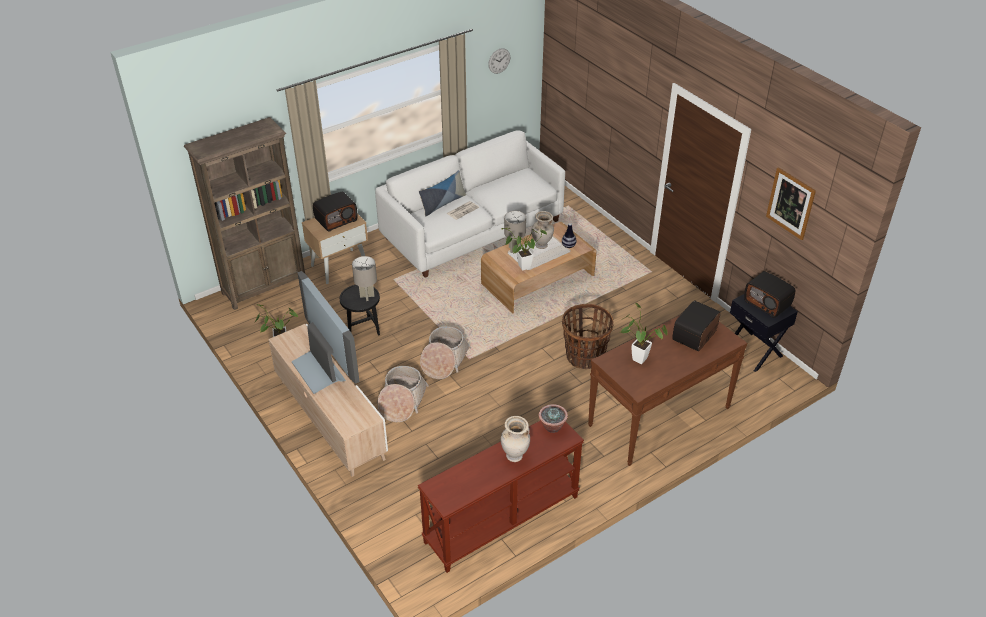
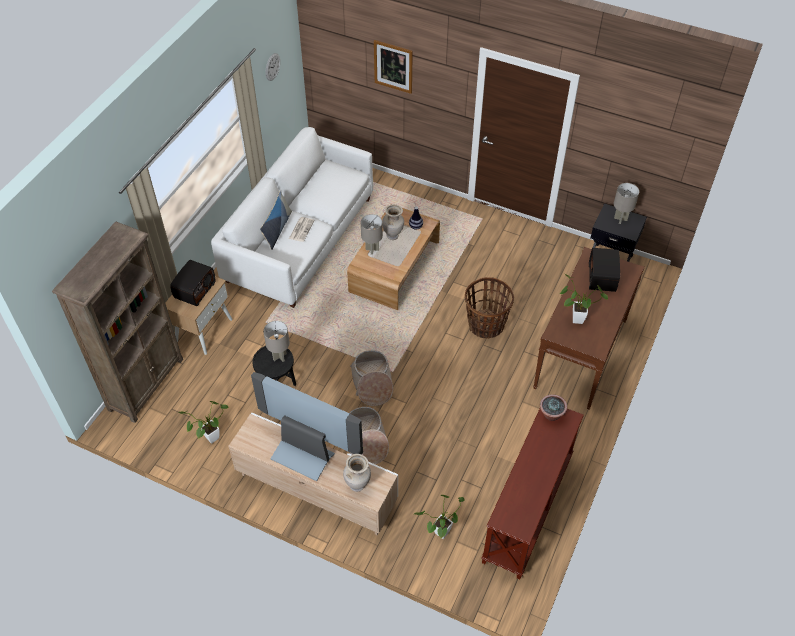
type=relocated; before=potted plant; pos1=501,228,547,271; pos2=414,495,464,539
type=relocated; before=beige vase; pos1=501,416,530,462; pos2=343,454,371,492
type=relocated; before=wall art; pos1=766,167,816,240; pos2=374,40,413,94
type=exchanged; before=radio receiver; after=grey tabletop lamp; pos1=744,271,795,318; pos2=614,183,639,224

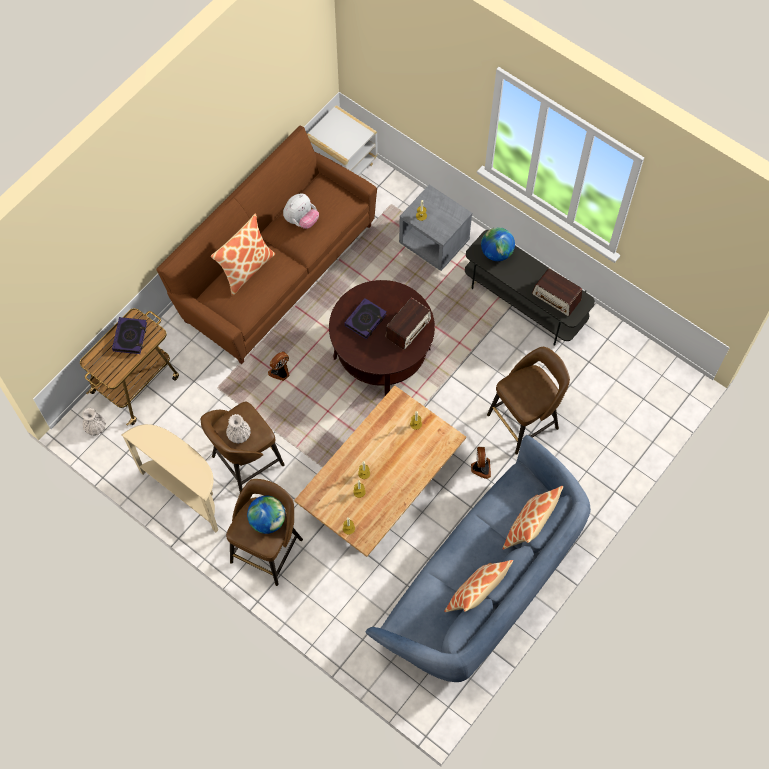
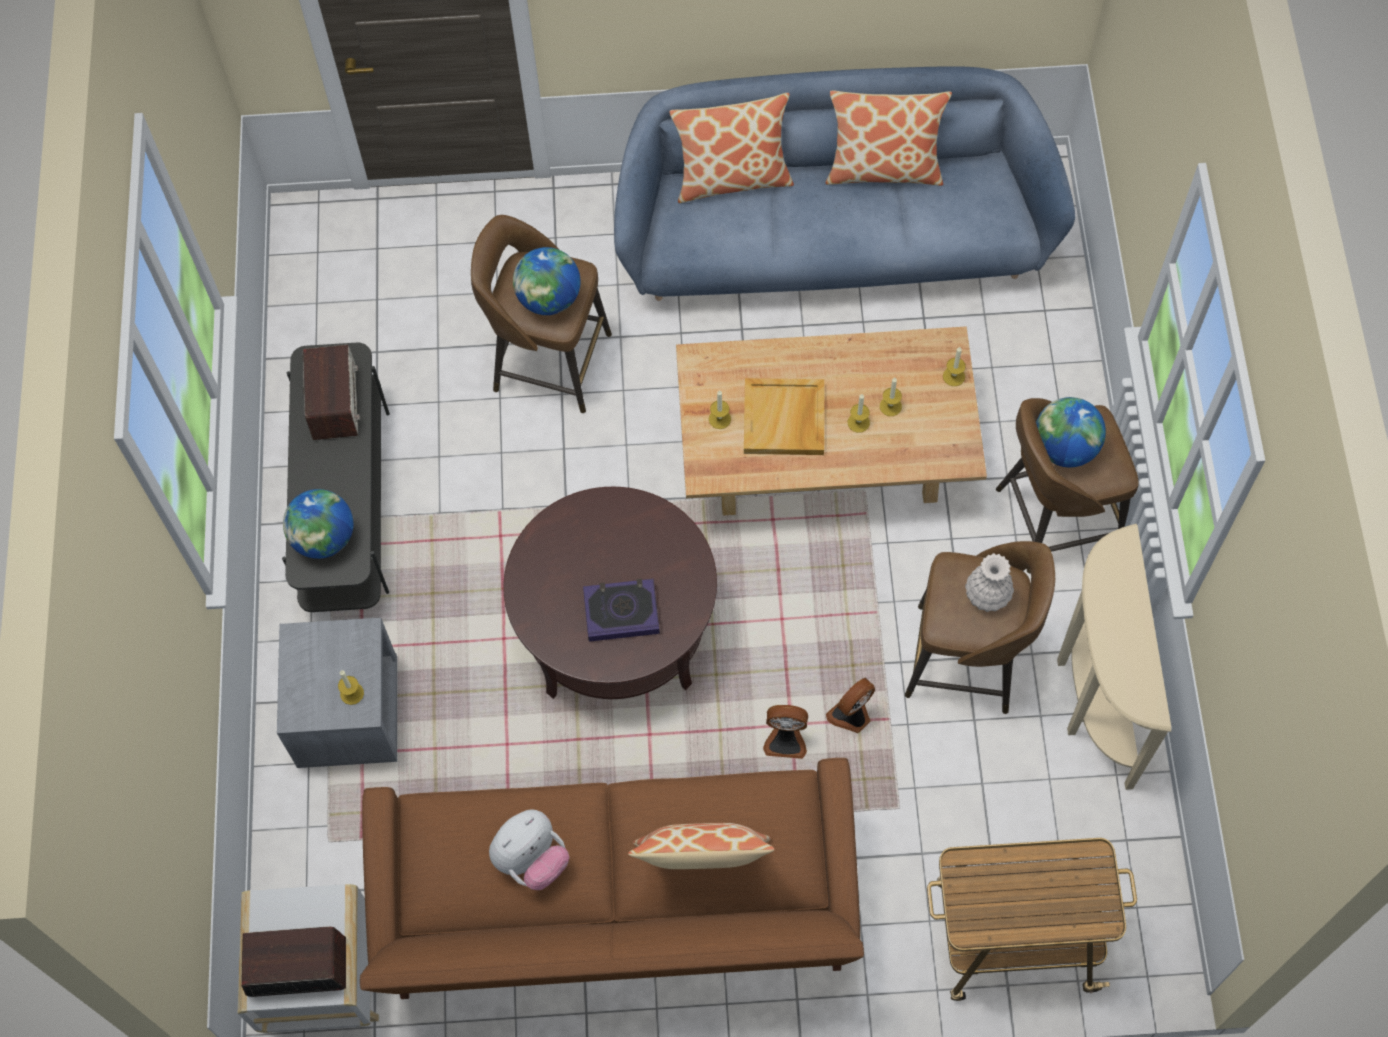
type=missing; before=white vase; pos1=82,408,106,436
type=missing; before=volume; pos1=112,317,147,354
type=appeared; after=world globe; pos2=513,247,581,315
type=appeared; after=beige serving tray; pos2=744,378,824,455
type=relocated; before=radio receiver; pos1=386,298,431,350; pos2=241,927,346,997
type=relocated; before=electric fan; pos1=471,447,491,479; pos2=826,678,875,733
type=spun; before=plush toy; pos1=283,193,319,229; pos2=489,809,569,890; turn=135

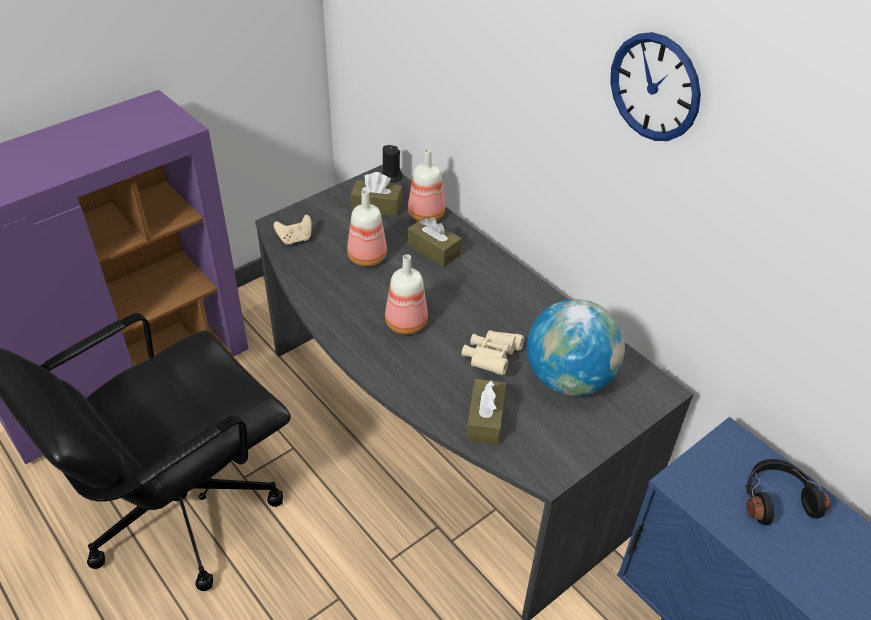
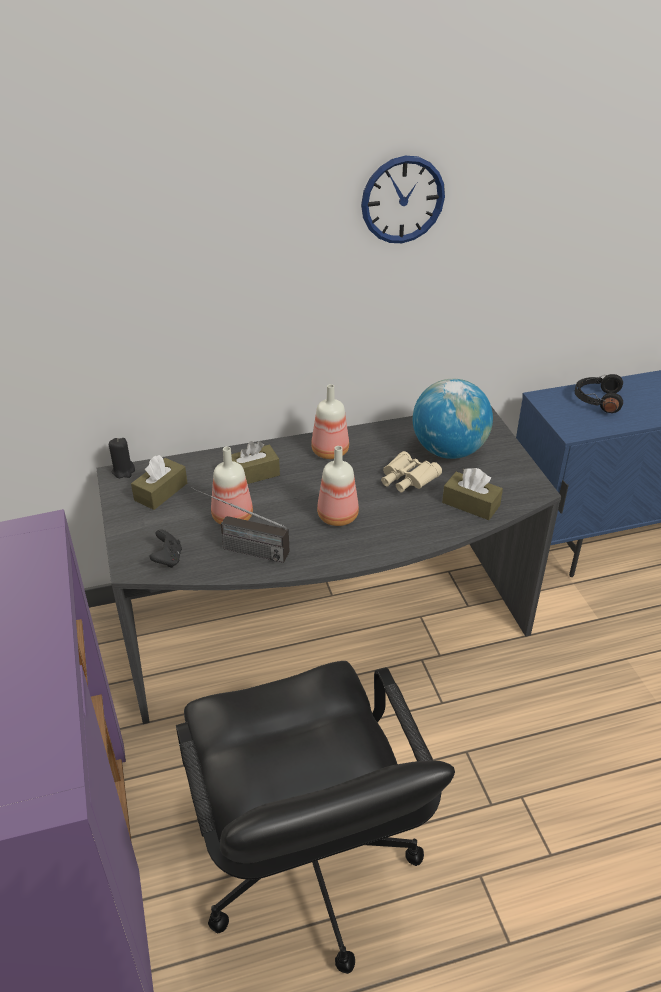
type=appeared; after=radio receiver; pos2=191,487,290,563
type=relocated; before=beverage bottle; pos1=408,149,445,221; pos2=311,384,349,459
type=colour; before=beige gamepad; after=blackish gamepad; pos1=274,215,312,245; pos2=149,530,182,568

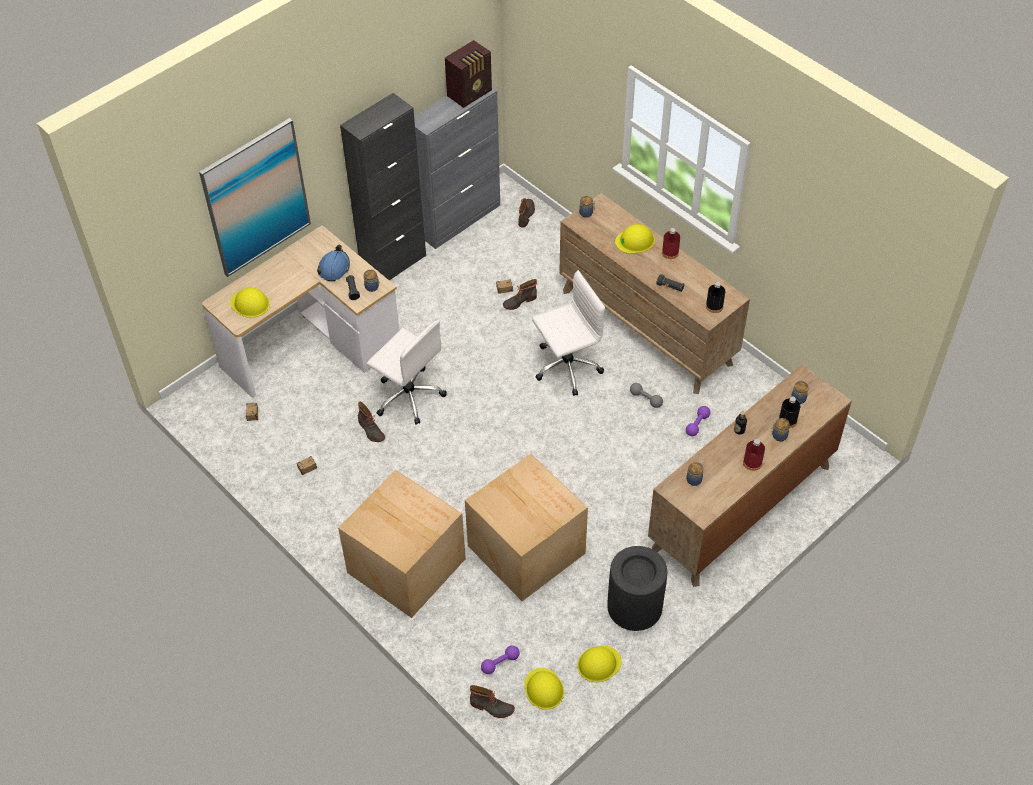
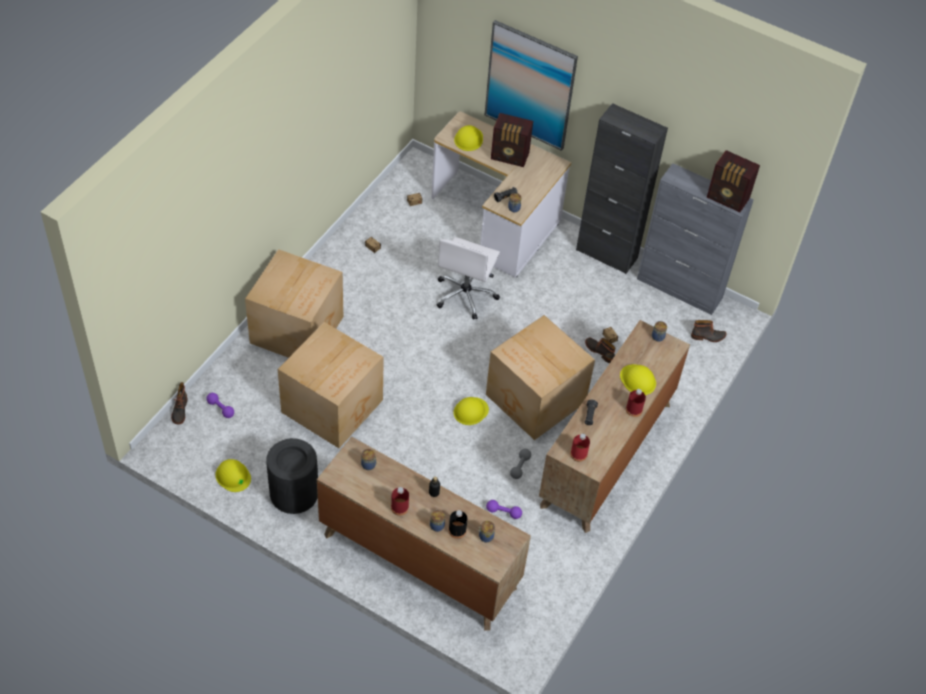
type=missing; before=bluish safety helmet; pos1=317,245,350,281
type=missing; before=high-top boot; pos1=358,402,385,442
type=appeared; after=radio receiver; pos2=491,113,533,167
type=relocated; before=yellow safety helmet; pos1=524,668,564,710; pos2=454,397,489,425
type=exchanged; before=white office chair; after=carton; pos1=532,270,605,396; pos2=486,315,595,440
type=colour; before=blackish beverage bottle; after=reddish beverage bottle; pos1=706,282,725,313; pos2=570,434,590,462

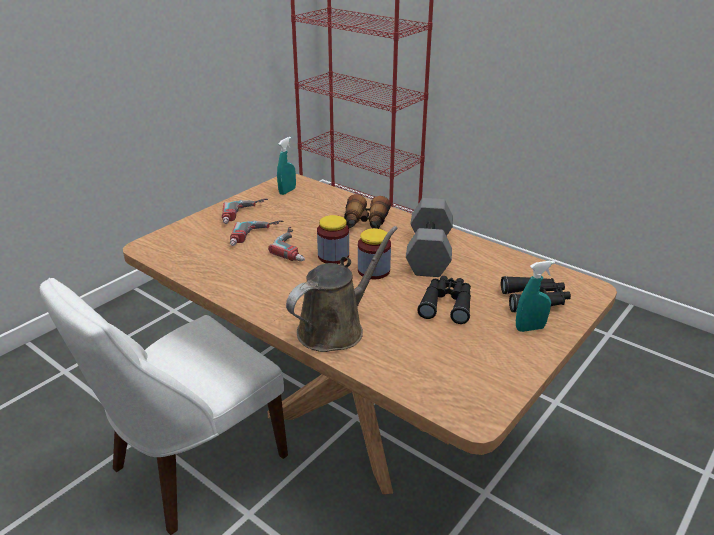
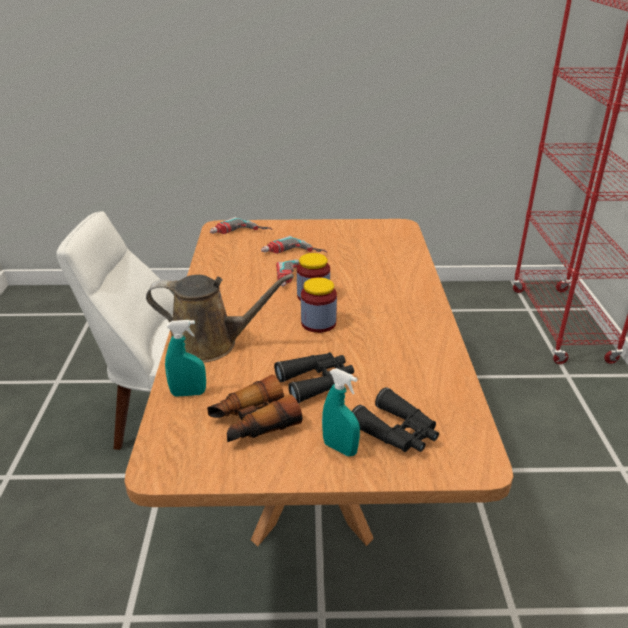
type=missing; before=grey free weight; pos1=406,198,453,277
type=relocated; before=drill; pos1=222,199,268,224; pos2=210,217,272,234
type=relocated; before=blue-green hand sprayer; pos1=277,137,296,195; pos2=165,320,206,397
type=relocated; before=binoculars; pos1=344,194,391,229; pos2=207,375,302,442

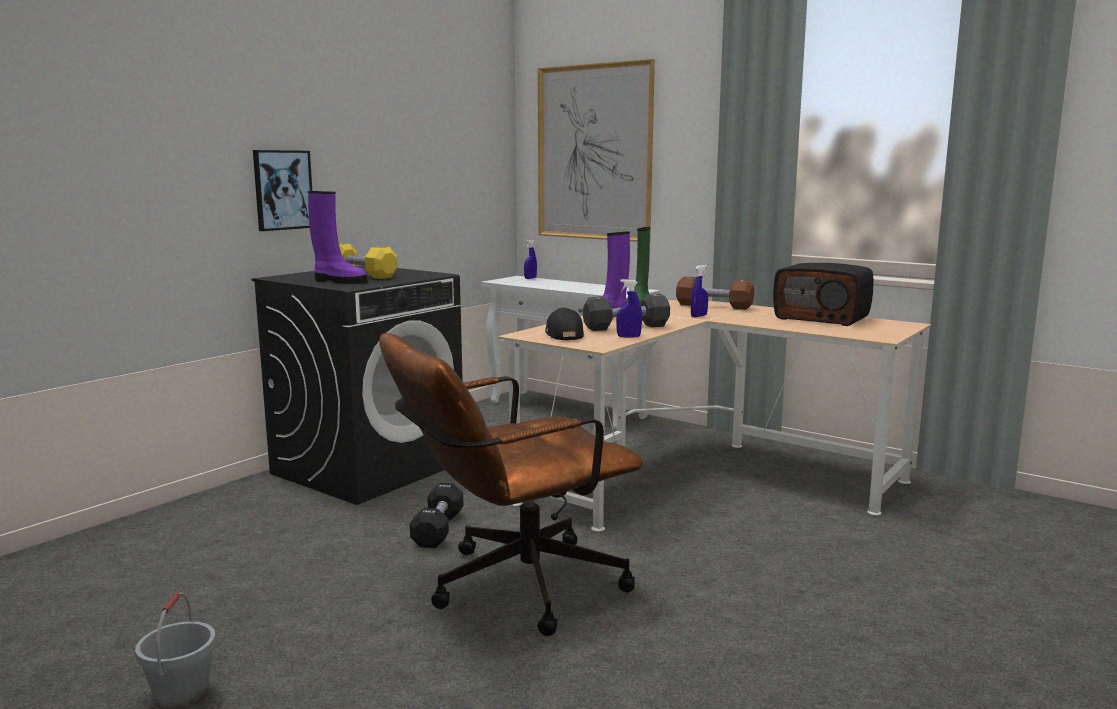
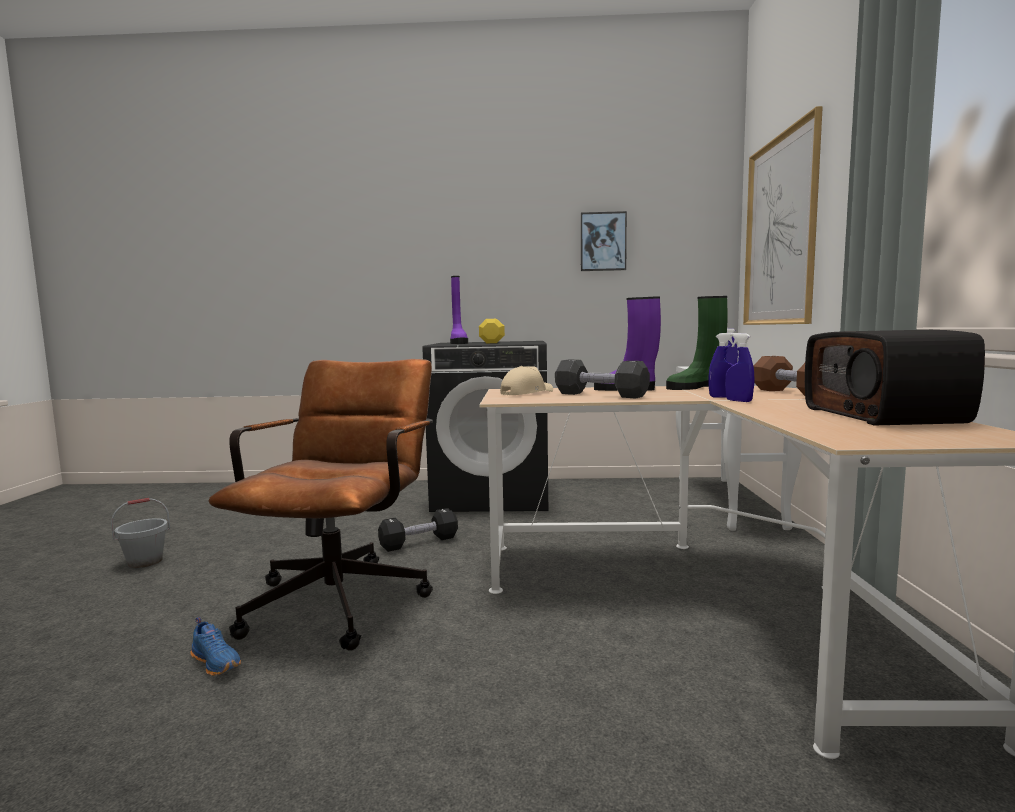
type=appeared; after=bluish item of footwear; pos2=190,617,241,676
type=relocated; before=wall art; pos1=253,150,312,231; pos2=580,211,627,271
type=relocated; before=bluish hand sprayer; pos1=616,279,642,337; pos2=725,333,754,402
type=colour; before=blackish cap; after=beige cap; pos1=545,307,584,340; pos2=500,366,553,395
type=spun; before=brown-coloured office chair; pos1=379,333,643,636; pos2=208,359,433,651; turn=75

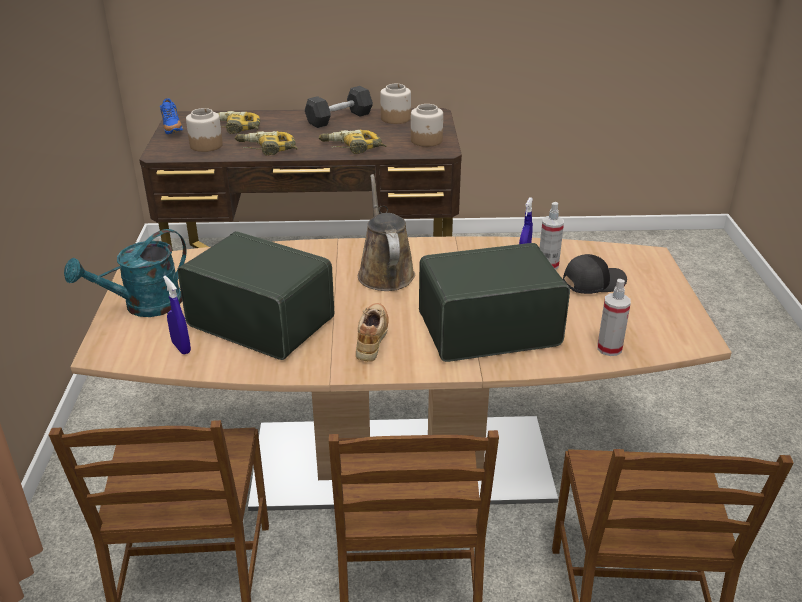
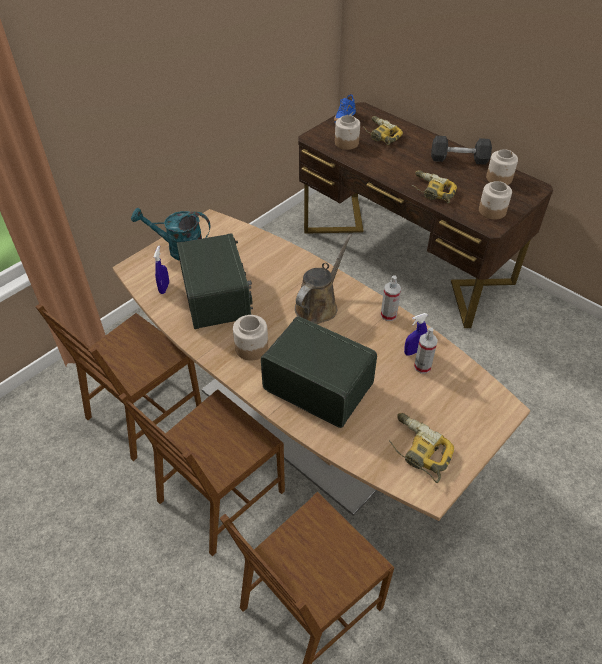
type=missing; before=blackish cap; pos1=563,254,627,294
type=relocated; before=drill; pos1=235,131,298,155; pos2=389,413,454,483
type=relocated; before=hand sprayer; pos1=597,279,631,356; pos2=381,275,401,321
type=exchanged; before=beige item of footwear; after=jar; pos1=356,303,389,362; pos2=233,315,268,361

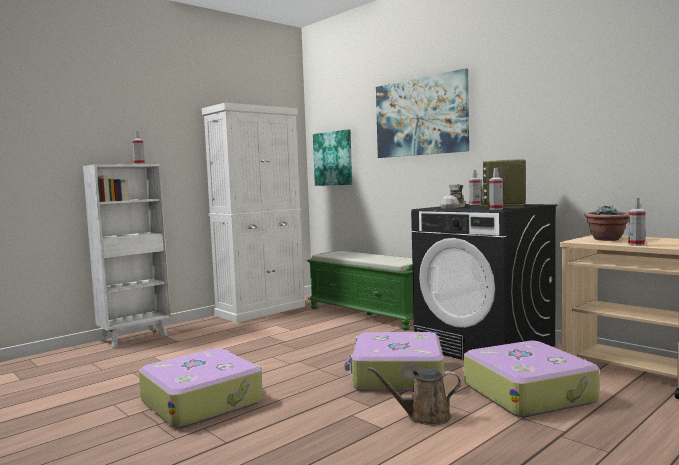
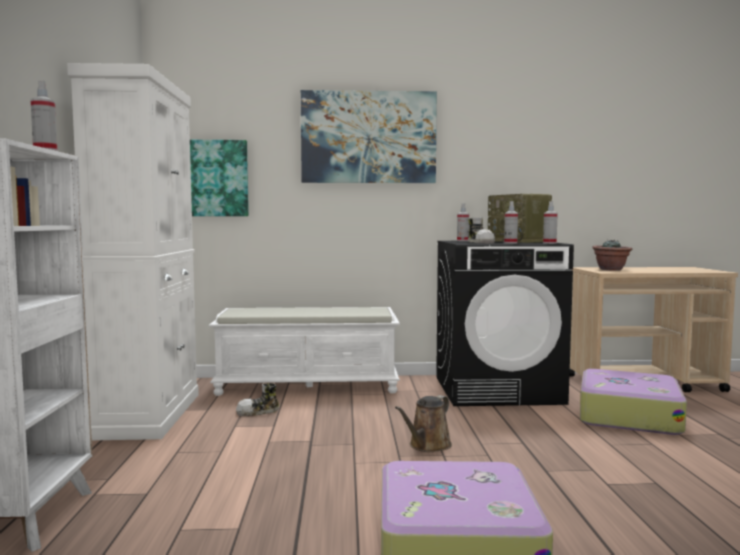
type=missing; before=travel case; pos1=344,332,444,391
type=appeared; after=item of footwear; pos2=236,383,279,416
type=relocated; before=brown-coloured watering can; pos1=368,367,461,425; pos2=395,395,452,452
type=relocated; before=hand sprayer; pos1=628,198,645,246; pos2=504,201,518,244
type=colour; before=green-coloured bench; after=white bench; pos1=306,250,414,331; pos2=209,307,400,396

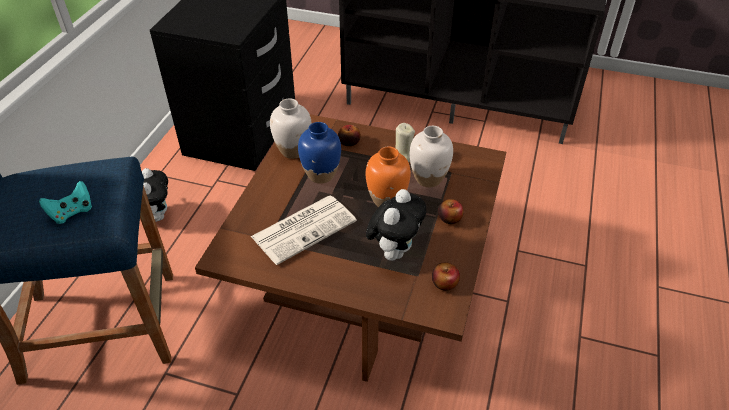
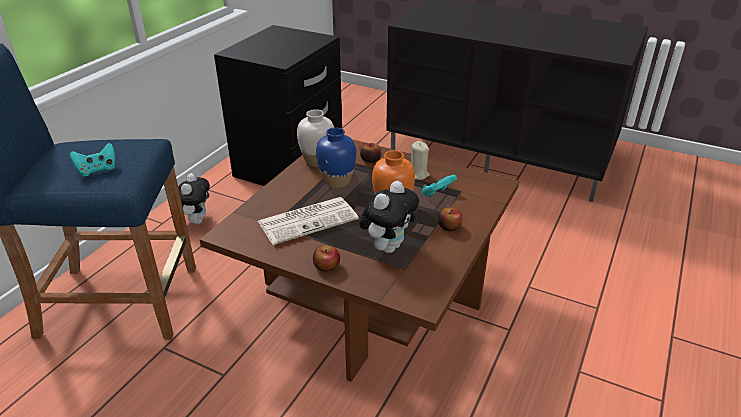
type=relocated; before=apple; pos1=432,262,460,290; pos2=313,245,340,272
type=exchanged; before=white vase; after=blue-green gamepad; pos1=410,126,453,187; pos2=422,175,457,197

